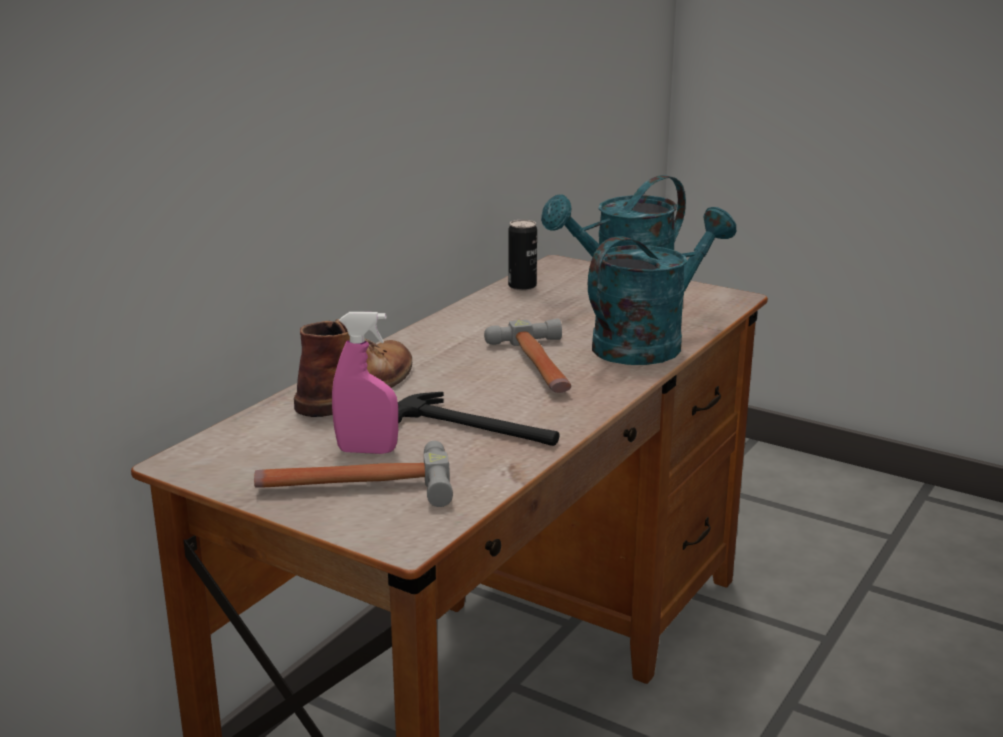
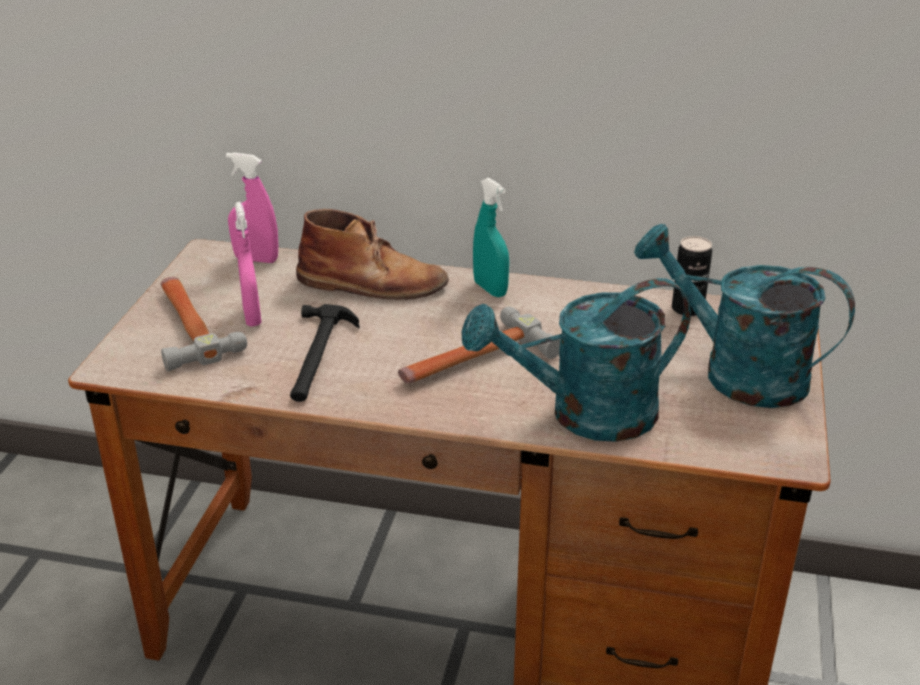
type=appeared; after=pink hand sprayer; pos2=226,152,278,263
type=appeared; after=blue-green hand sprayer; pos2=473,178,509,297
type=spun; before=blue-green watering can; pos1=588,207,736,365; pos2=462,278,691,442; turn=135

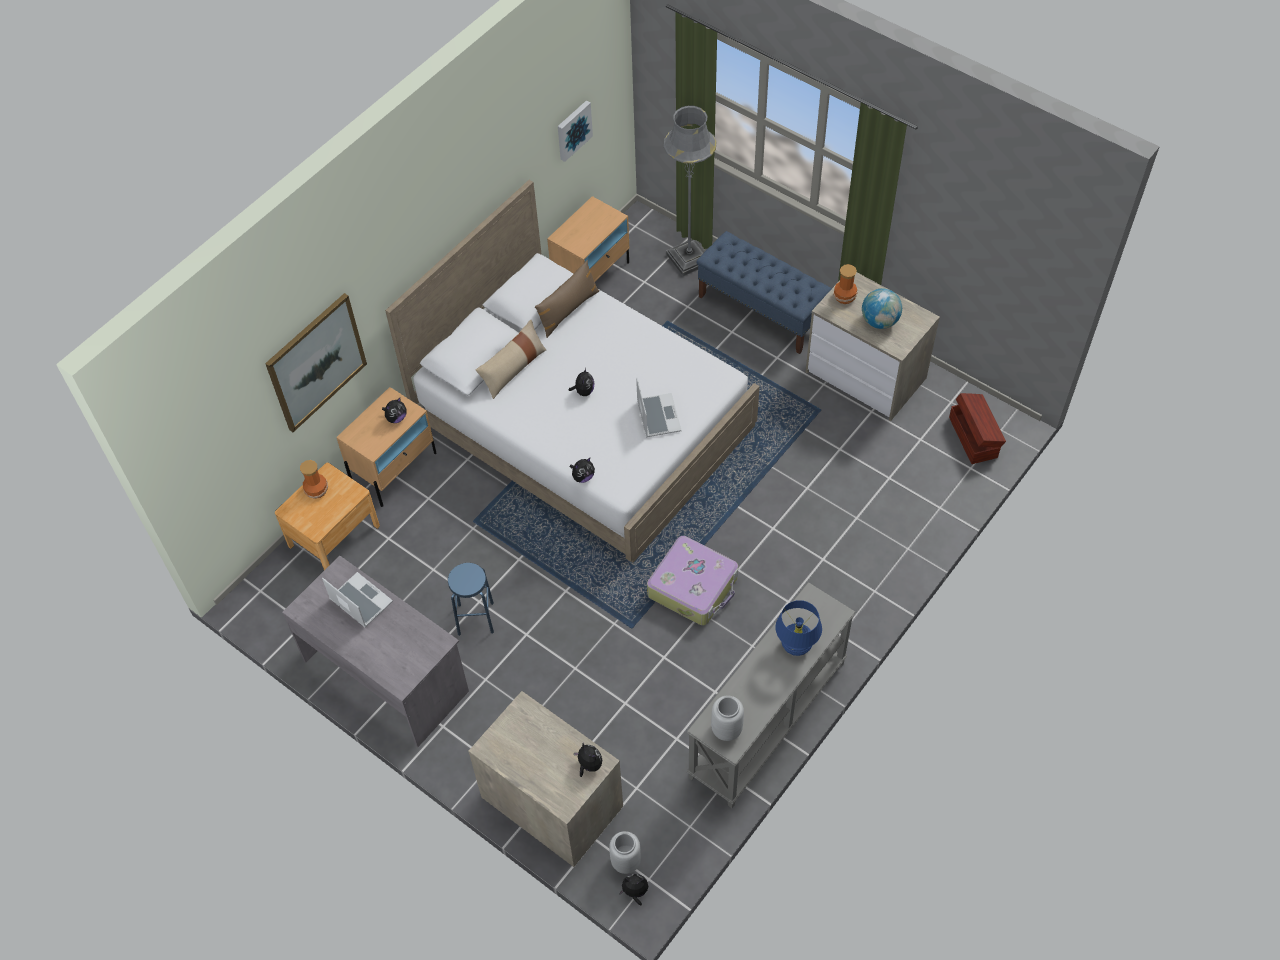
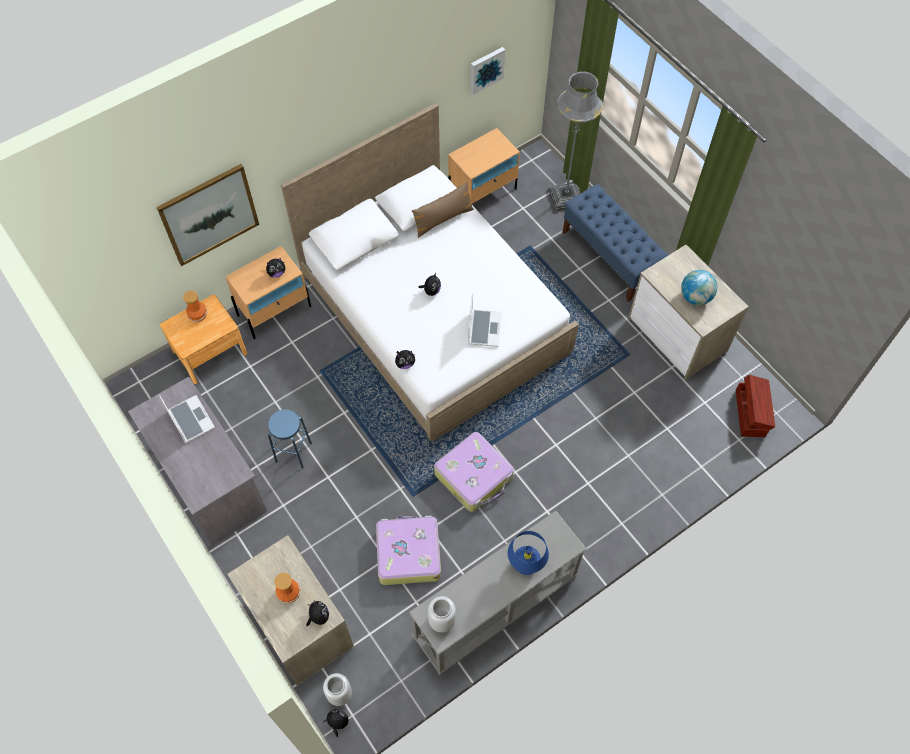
type=missing; before=beige throw pillow; pos1=476,320,547,399
type=appeared; after=travel case; pos2=376,516,441,585
type=relocated; before=vase; pos1=833,264,858,304; pos2=274,573,301,604

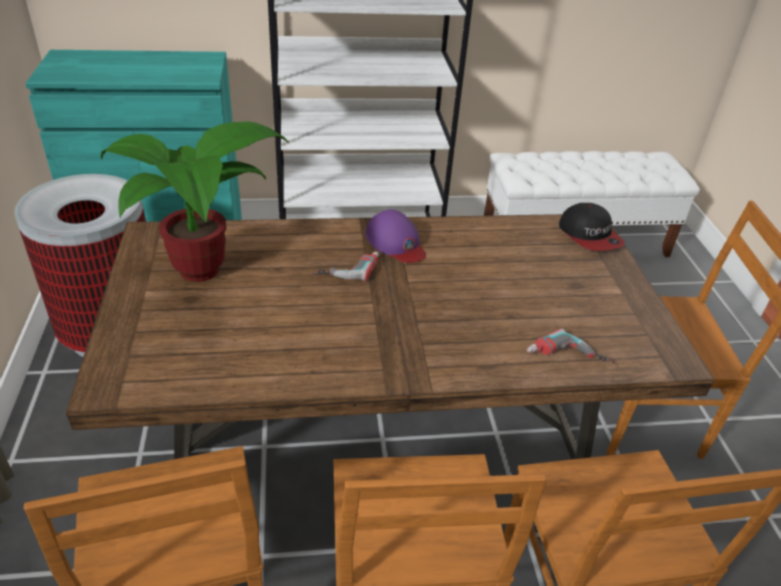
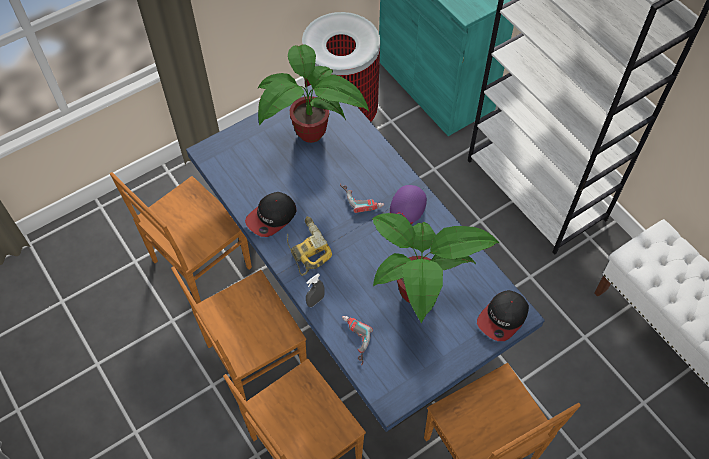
type=appeared; after=cap; pos2=245,192,296,237
type=appeared; after=drill; pos2=287,217,332,276
type=appeared; after=grey hand sprayer; pos2=306,274,325,307
type=appeared; after=potted plant; pos2=372,213,499,323
type=colour; before=brown-coloured dining table; after=bluish dining table; pos1=66,214,715,460; pos2=186,85,545,432

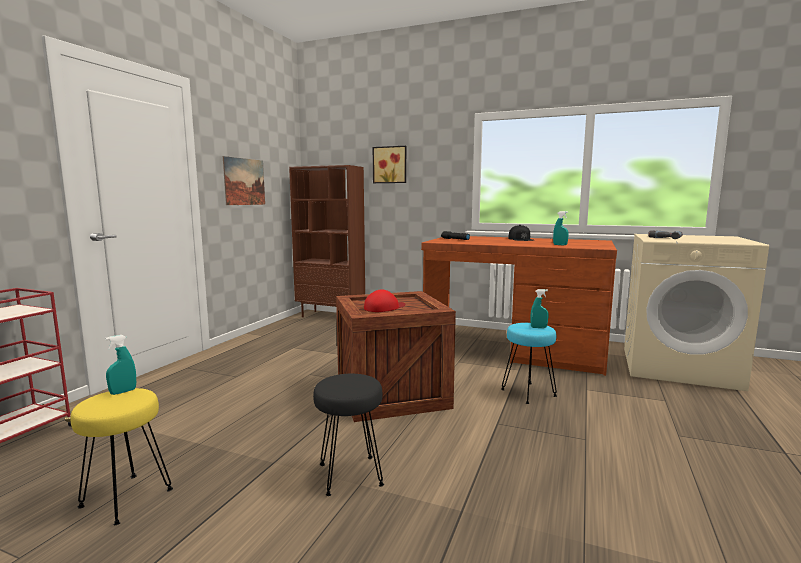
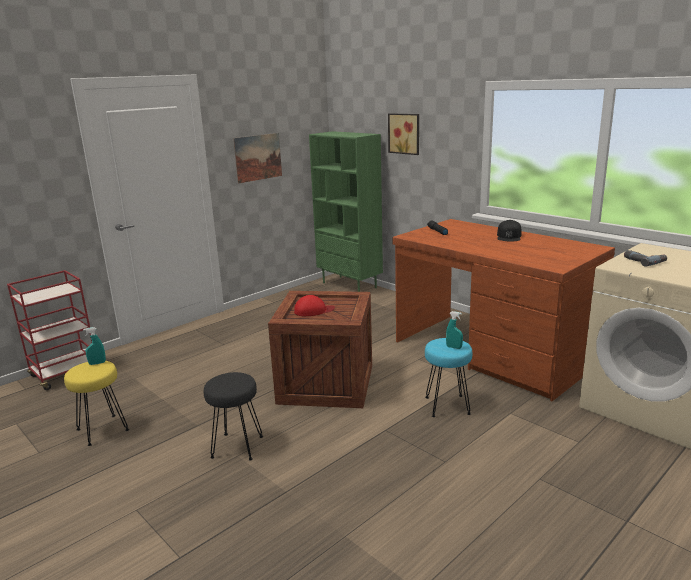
type=missing; before=blue-green hand sprayer; pos1=553,211,569,245
type=colour; before=brown-coloured bookcase; after=green-coloured bookcase; pos1=289,165,365,317; pos2=309,131,383,292

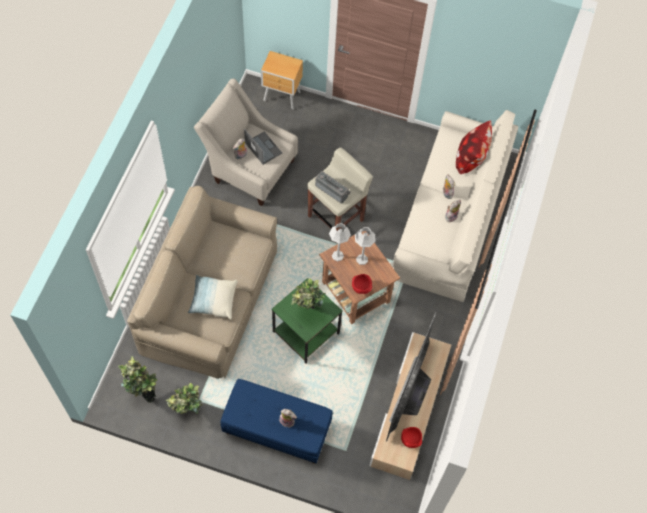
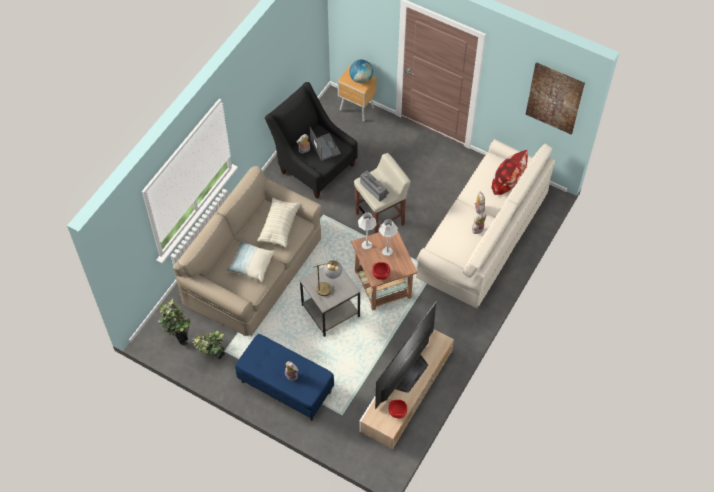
type=appeared; after=throw pillow; pos2=257,197,301,248
type=appeared; after=world globe; pos2=349,59,373,83
type=appeared; after=wall art; pos2=526,62,585,135
type=exchanged; before=potted plant; after=tabletop lamp; pos1=291,279,326,310; pos2=313,260,342,296
type=colour; before=beige lounge chair; after=blackish lounge chair; pos1=194,78,298,206; pos2=265,82,358,199
type=colour; before=green-coloured side table; after=grey side table; pos1=272,278,343,364; pos2=299,260,361,337

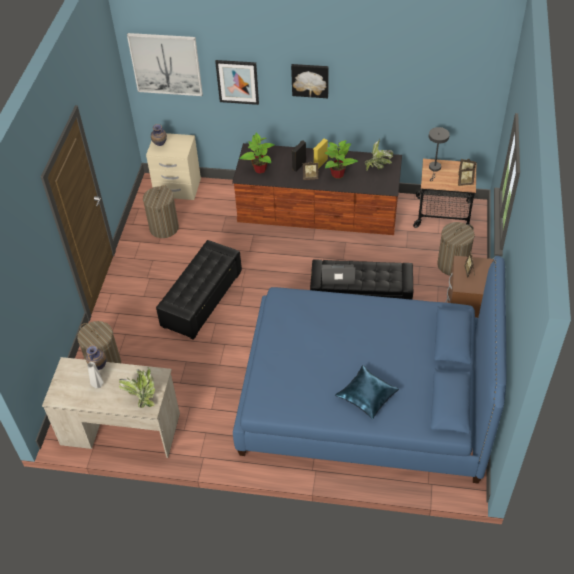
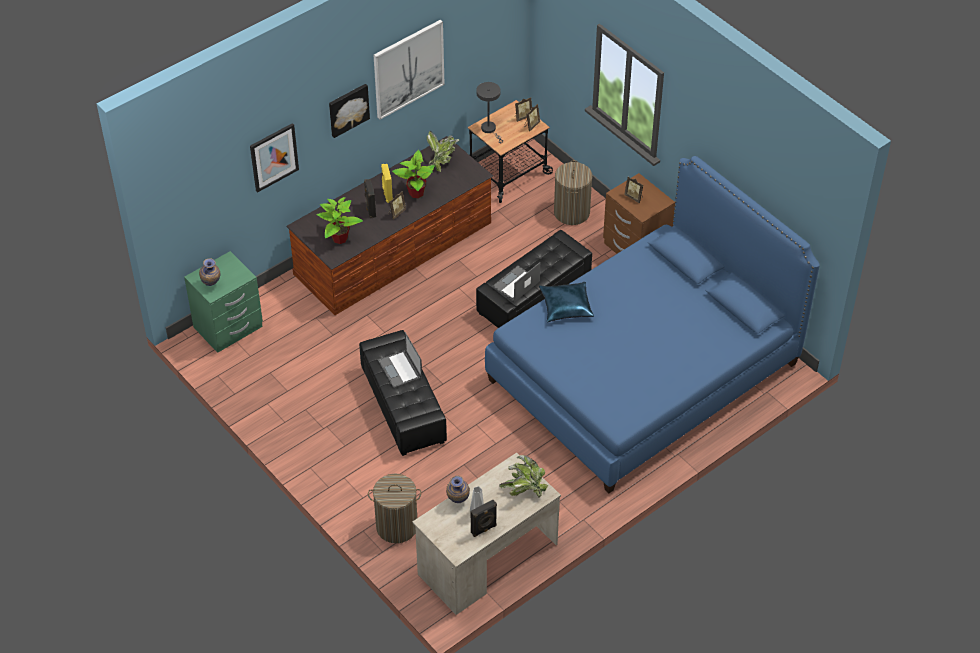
type=missing; before=washing basket; pos1=143,185,179,238
type=appeared; after=laptop; pos2=378,332,422,388
type=appeared; after=blackish loudspeaker; pos2=471,500,497,537
type=relocated; before=wall art; pos1=127,33,203,96; pos2=373,20,445,120
type=relocated; before=bluish throw pillow; pos1=335,365,399,419; pos2=539,282,594,322
type=colour; before=beige bedside table; after=green-coloured bedside table; pos1=146,133,201,200; pos2=184,251,263,353

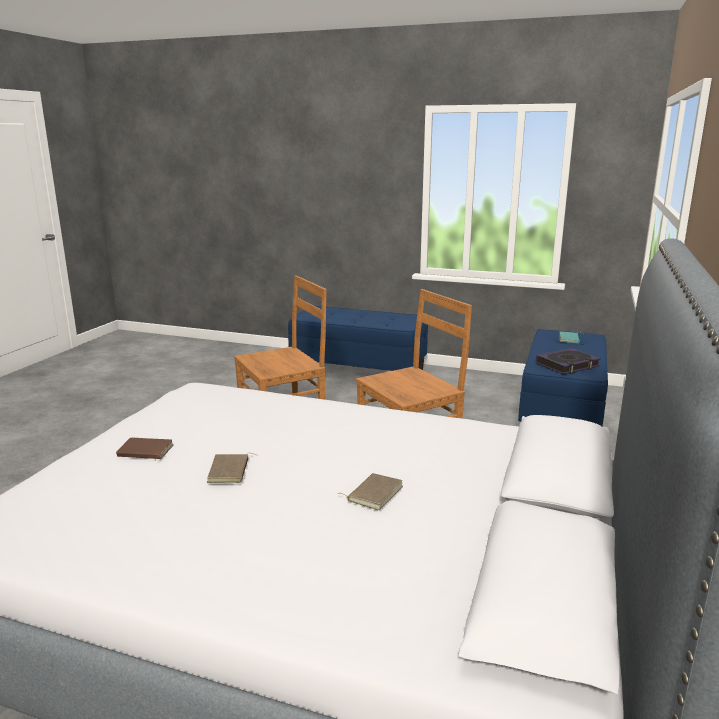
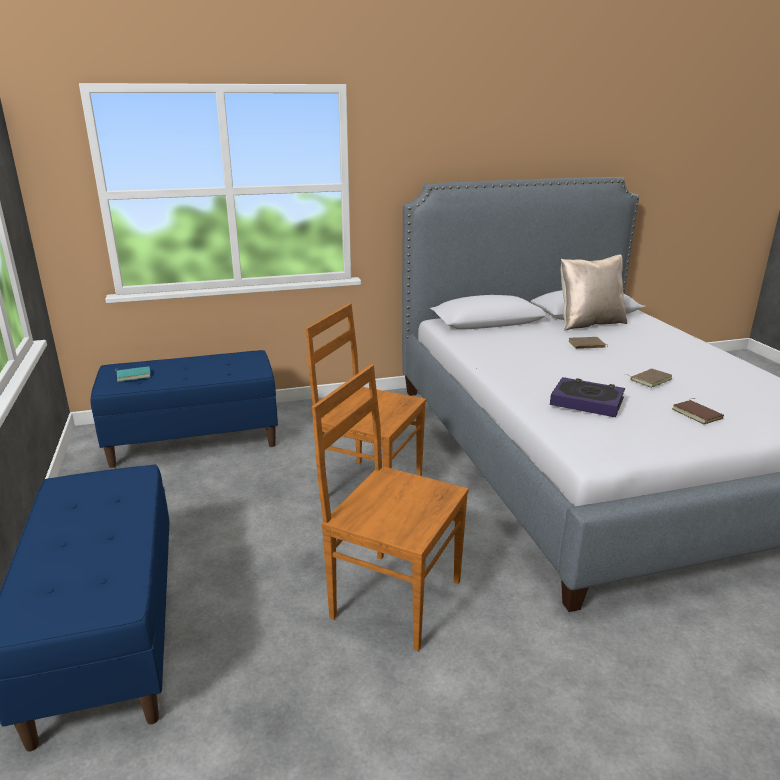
type=appeared; after=beige throw pillow; pos2=561,255,627,331
type=relocated; before=volume; pos1=536,348,601,375; pos2=550,377,625,417

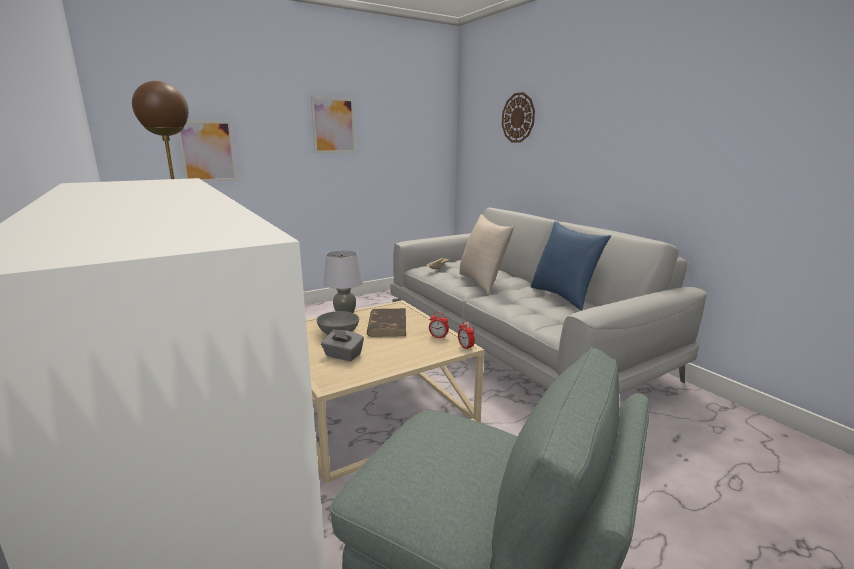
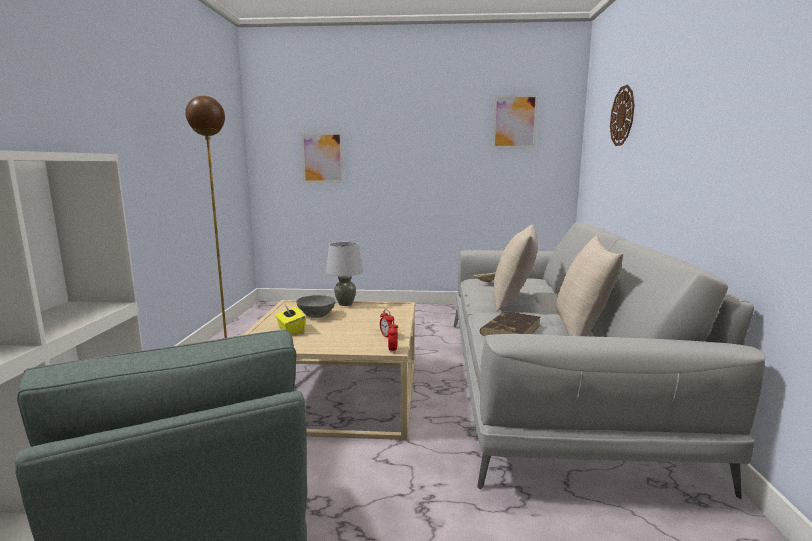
type=relocated; before=wall art; pos1=311,97,356,153; pos2=492,95,538,148
type=relocated; before=brown-coloured volume; pos1=367,308,406,337; pos2=480,311,541,336
type=colour; before=grey tissue box; after=yellow tissue box; pos1=321,329,364,361; pos2=275,305,306,335
type=colour; before=bluish throw pillow; after=beige throw pillow; pos1=530,221,611,311; pos2=556,236,623,336

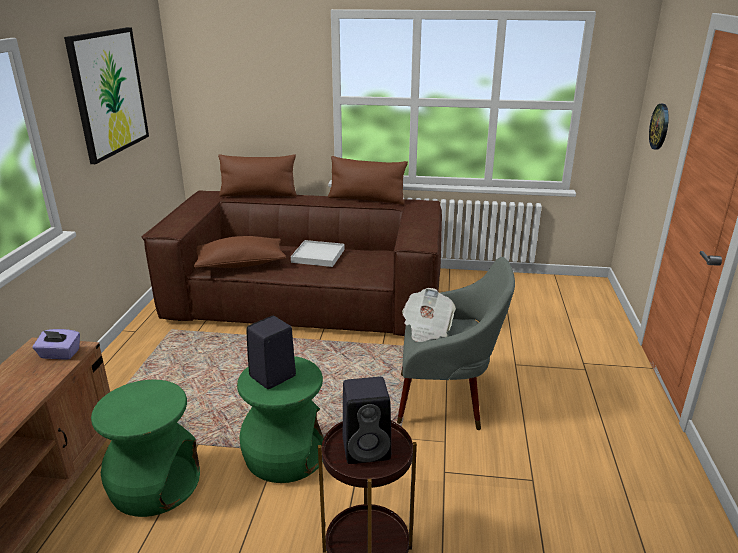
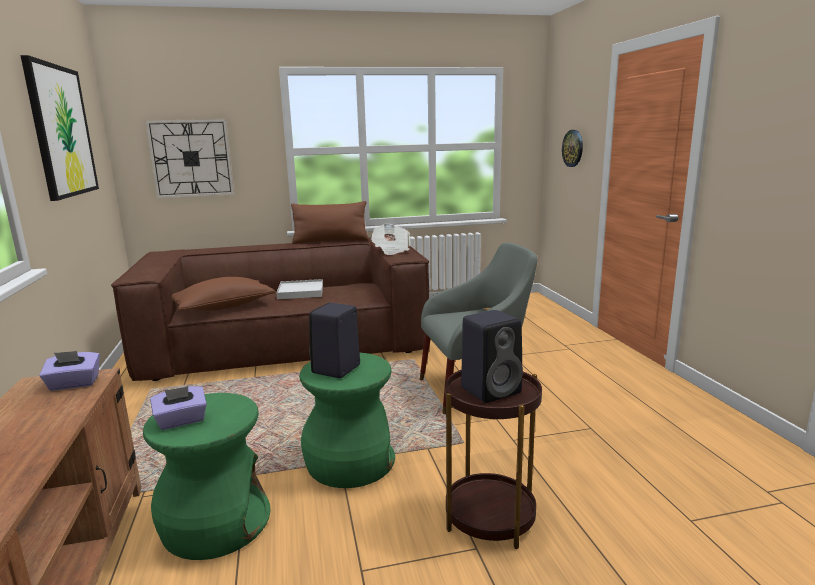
type=missing; before=brown-coloured throw pillow; pos1=218,154,297,197
type=appeared; after=wall clock; pos2=145,119,234,198
type=appeared; after=purple tissue box; pos2=150,386,207,430
type=relocated; before=daily paper; pos1=402,288,456,342; pos2=371,224,410,255

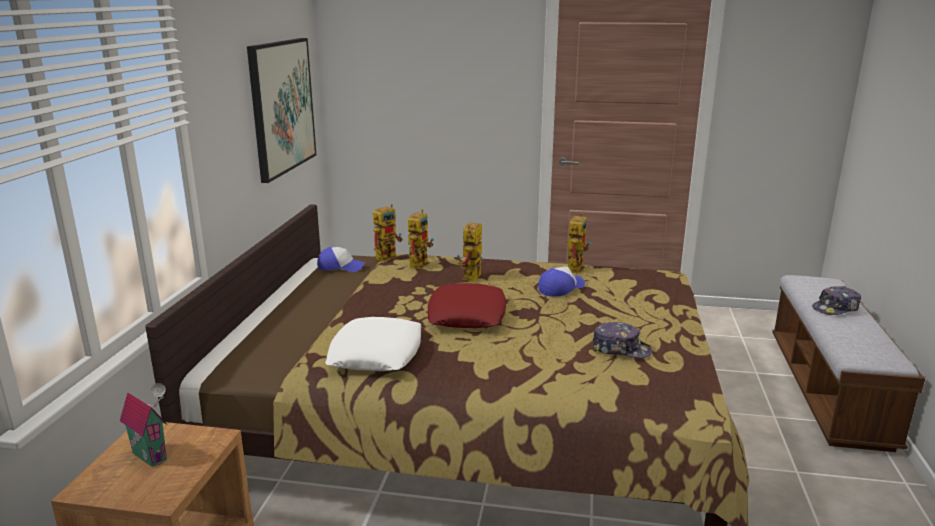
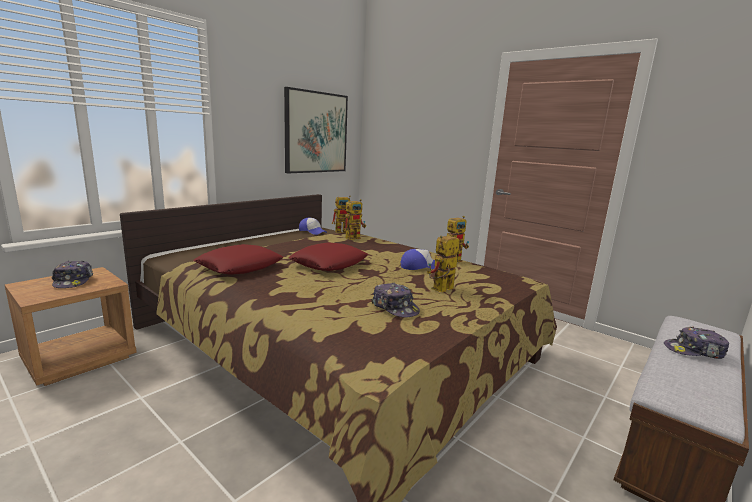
type=relocated; before=toy robot; pos1=457,222,483,281; pos2=427,236,460,292
type=exchanged; before=toy house; after=cap; pos1=120,383,168,467; pos2=52,261,93,288
type=colour; before=white throw pillow; after=reddish throw pillow; pos1=325,317,422,371; pos2=193,244,283,275

